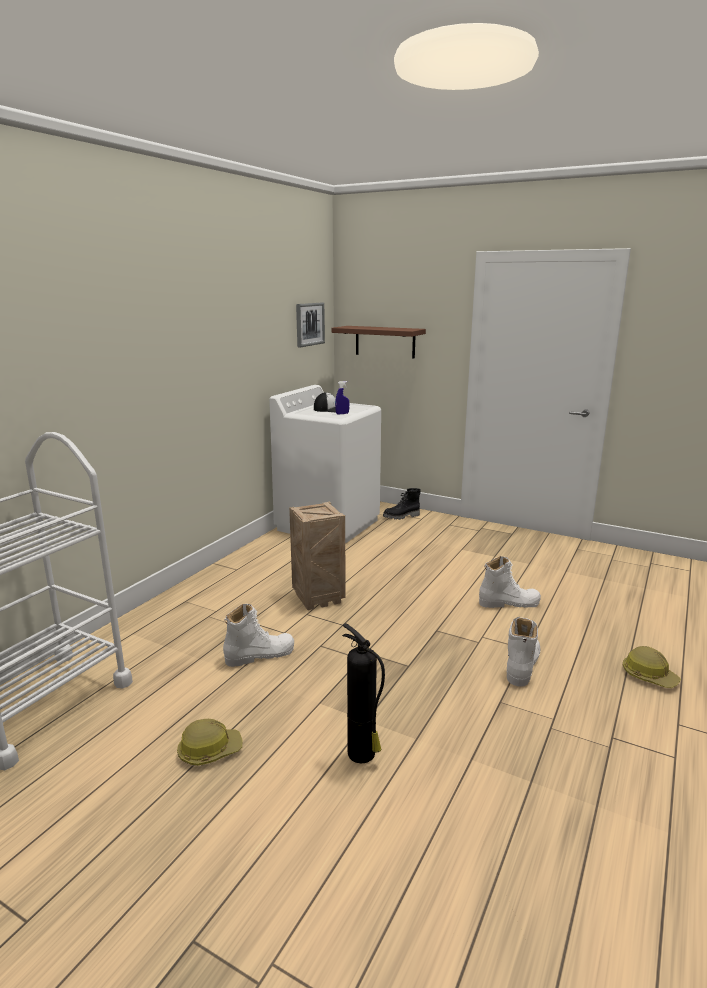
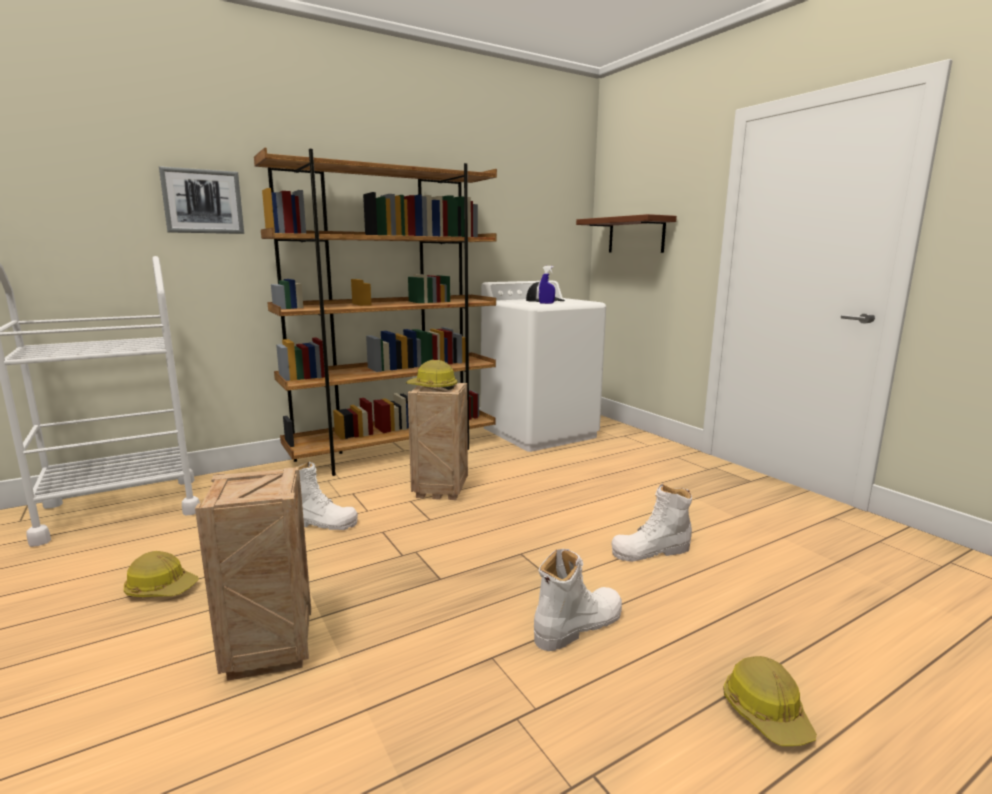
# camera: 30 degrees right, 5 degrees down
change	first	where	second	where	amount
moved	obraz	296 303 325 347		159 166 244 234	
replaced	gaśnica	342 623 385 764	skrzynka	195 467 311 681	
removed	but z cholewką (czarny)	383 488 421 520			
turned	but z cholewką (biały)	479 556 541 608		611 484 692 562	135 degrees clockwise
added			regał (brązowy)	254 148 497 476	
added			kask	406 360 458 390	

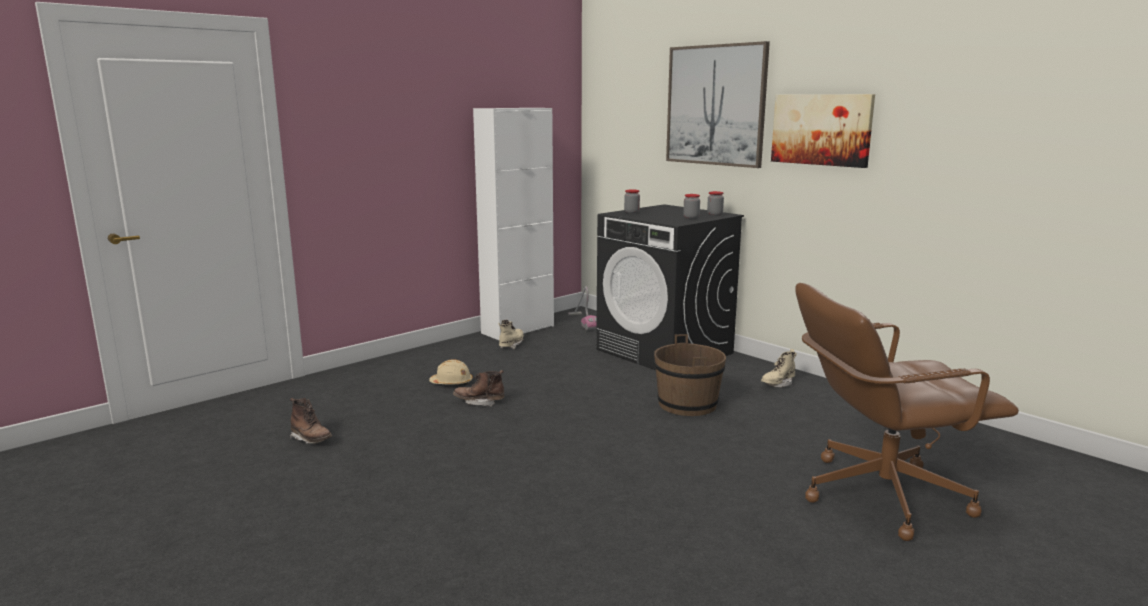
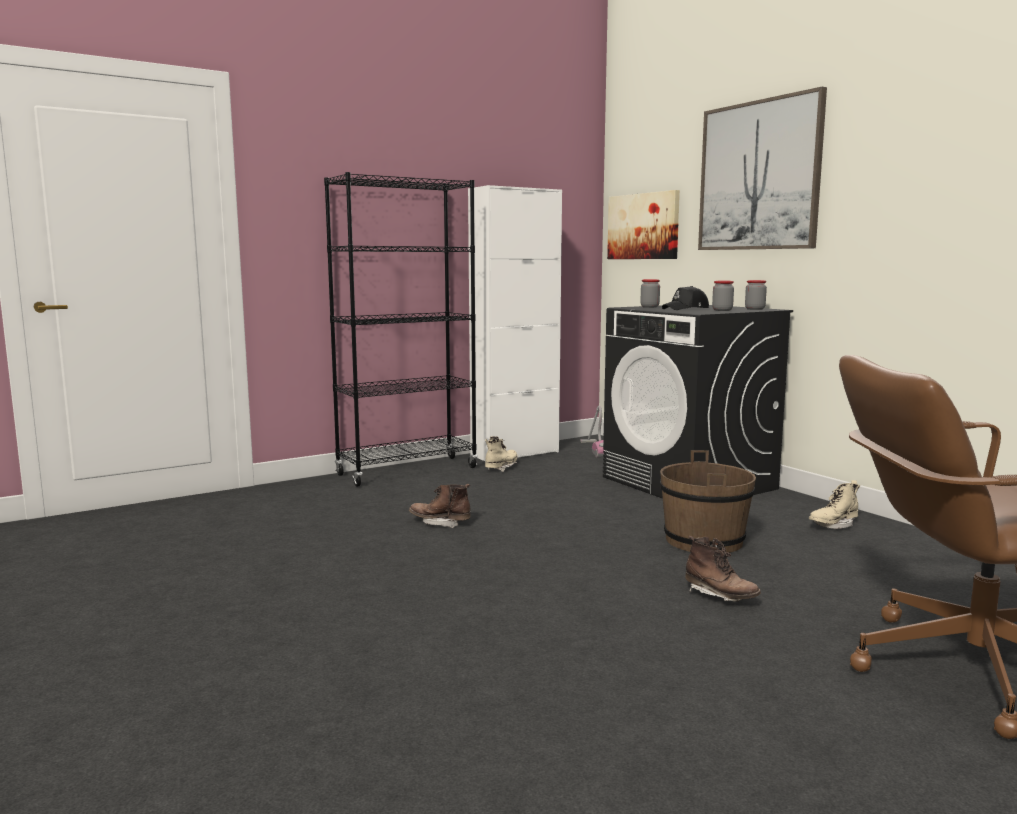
# camera: 10 degrees right, 5 degrees down
change	first	where	second	where	amount
moved	but z cholewką (brązowy)	290 398 332 444		685 536 761 602	
removed	kask (beżowy)	429 359 473 385			
moved	obraz	771 94 875 168		607 190 680 259	
added			regał (czarny)	324 172 478 487	
added			czapka z daszkiem (czarny)	662 286 709 310	

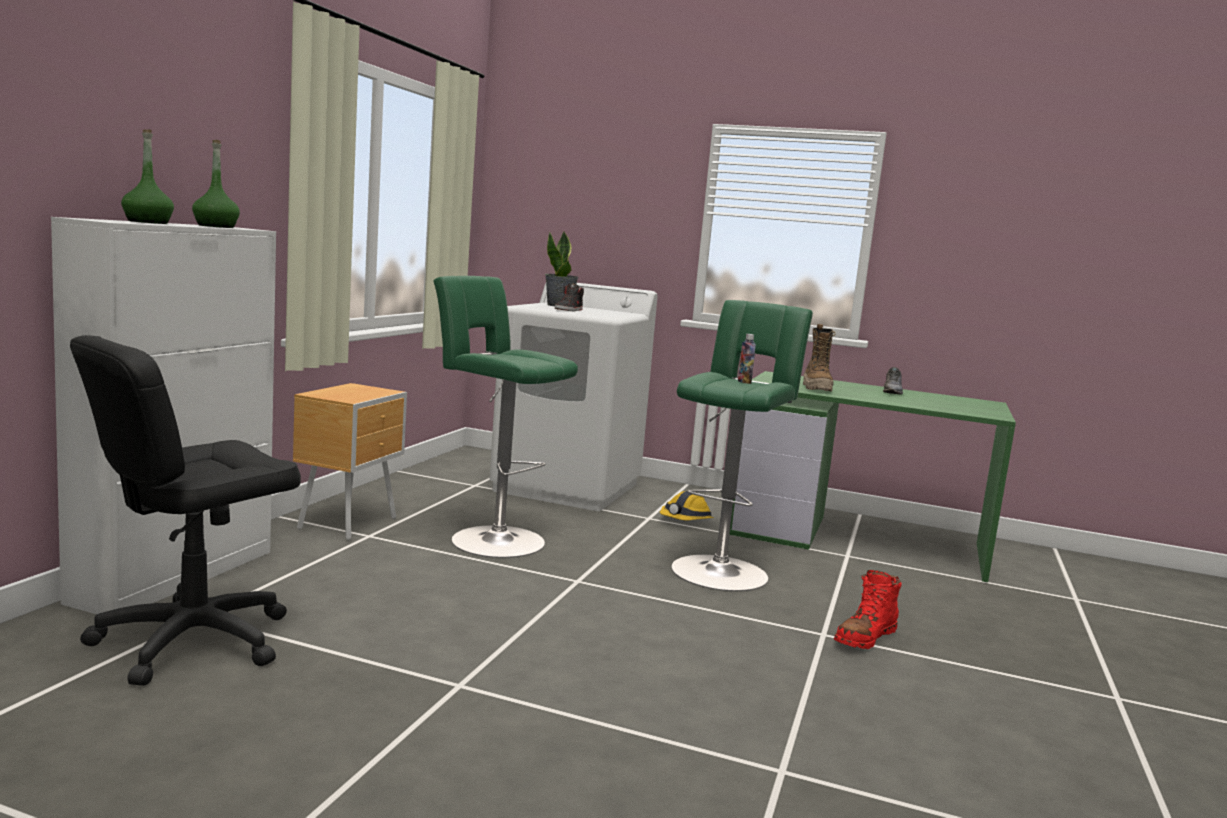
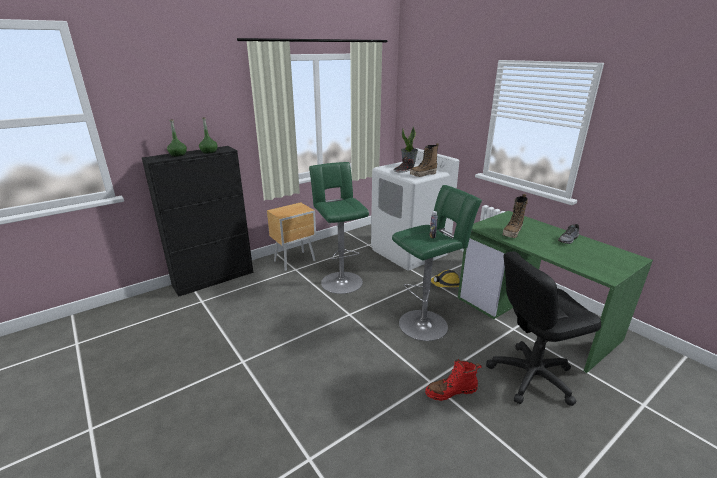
# camera: 35 degrees right, 15 degrees up
change	first	where	second	where	amount
recoloured	szafka (biały)	51 217 276 614	szafka (czarny)	142 146 253 297	
moved	krzesło biurowe (czarny)	70 335 301 686		486 251 601 406	
added			but z cholewką	410 143 439 177	

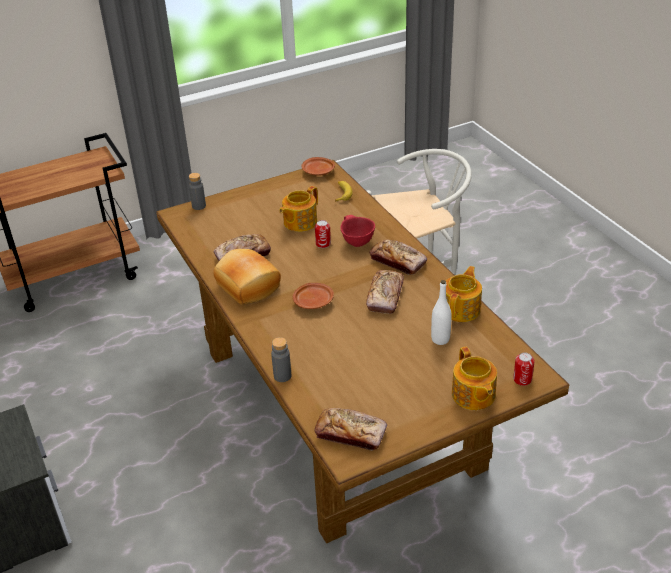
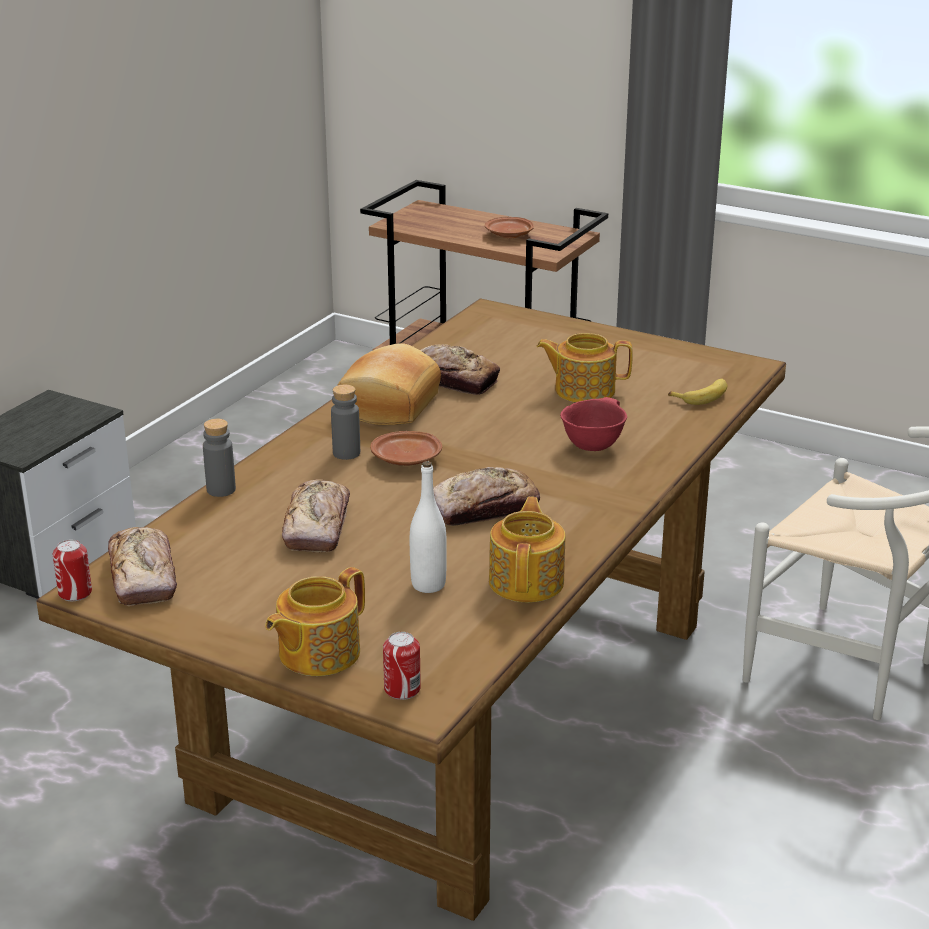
# camera: 55 degrees right, 10 degrees down
change	first	where	second	where	amount
moved	butelka (szary)	189 173 206 210		331 385 360 460	
moved	talerz (brązowy)	301 157 335 175		485 217 534 238	
moved	puszka	315 220 331 248		53 540 92 601	
moved	chleb	369 239 427 275		282 479 350 552	
turned	imbryk	446 266 482 322		489 497 566 602	75 degrees counterclockwise

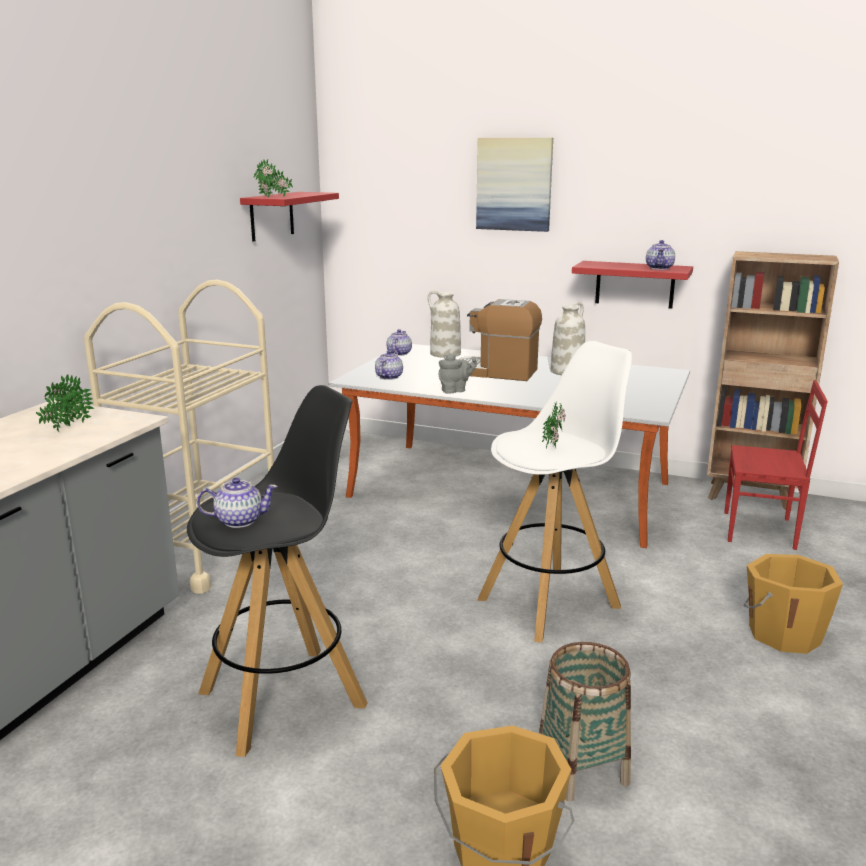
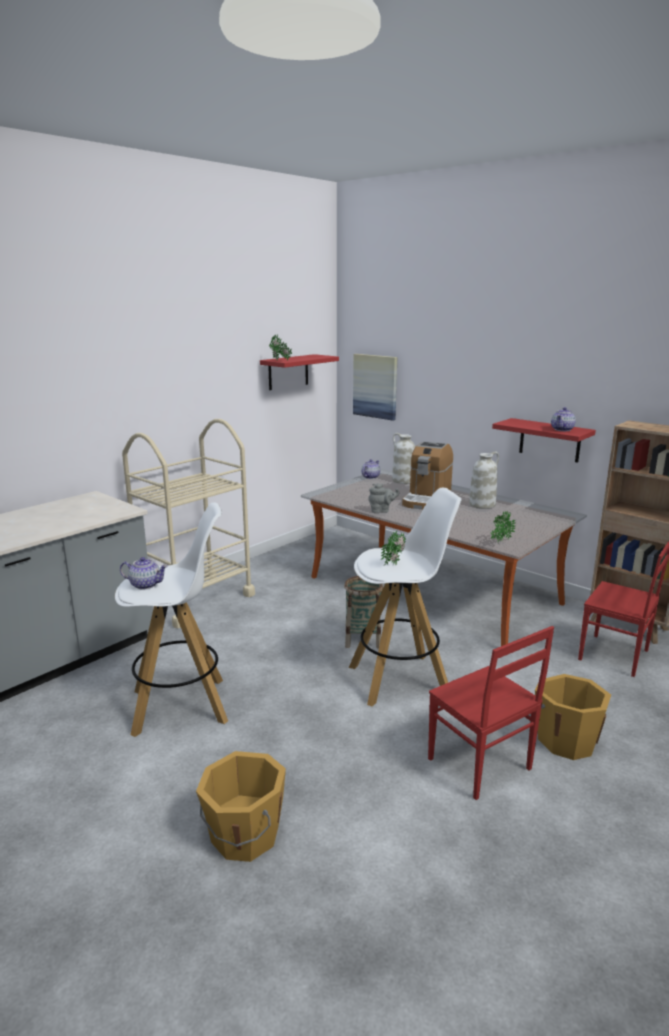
# camera: 20 degrees right, 0 degrees up
change	first	where	second	where	amount
moved	roślina doniczkowa	36 374 94 432		491 511 516 543	
recoloured	stołek (czarny)	187 385 367 757	stołek (biały)	115 502 228 737	
removed	imbryk	375 350 403 380			
turned	ekspres do kawy	459 299 542 381		402 441 453 510	105 degrees counterclockwise
moved	obraz	476 138 553 232		353 354 397 421	
moved	koszyk	539 642 631 801		344 576 383 648	
added			krzesło (czerwony)	428 626 554 800	

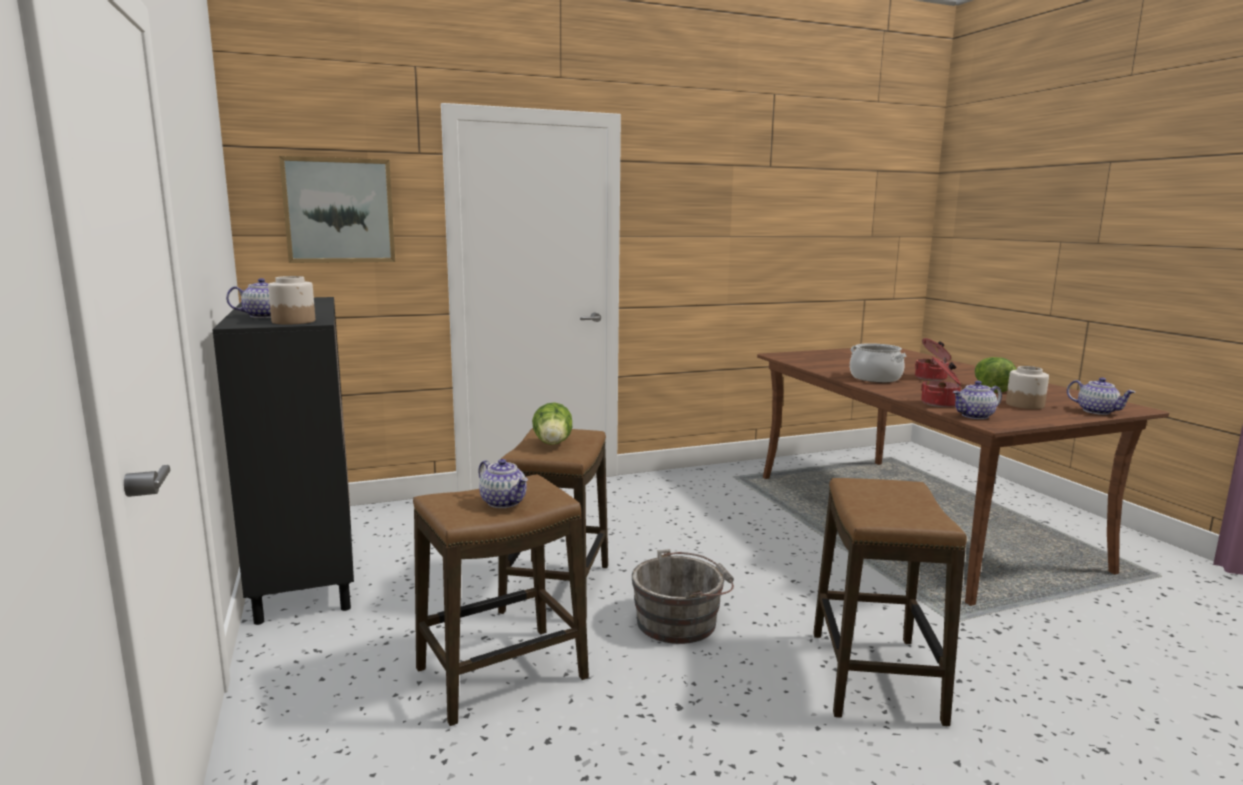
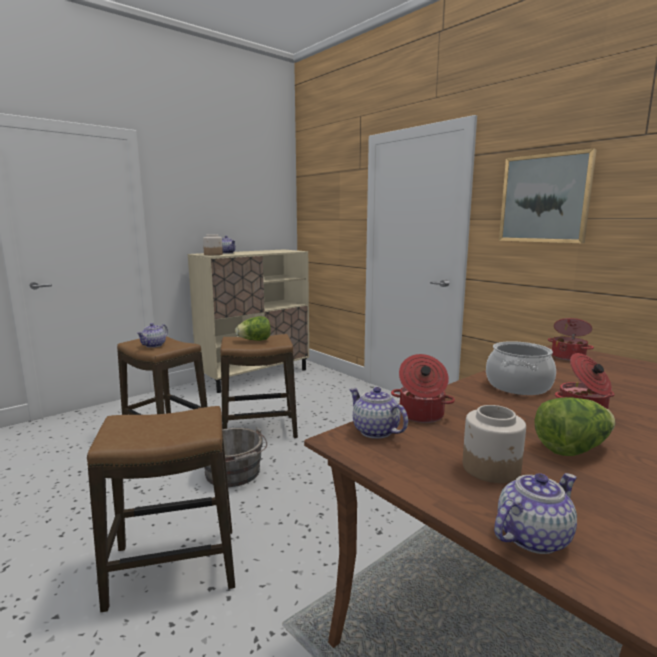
# camera: 70 degrees right, 0 degrees up
change	first	where	second	where	amount
recoloured	szafka (czarny)	212 297 354 625	szafka (beżowy)	188 249 309 393	
moved	obraz	279 156 395 263		499 149 597 243	
turned	imbryk	1067 377 1135 415		494 473 577 554	150 degrees counterclockwise
added			garnek	548 318 594 361	

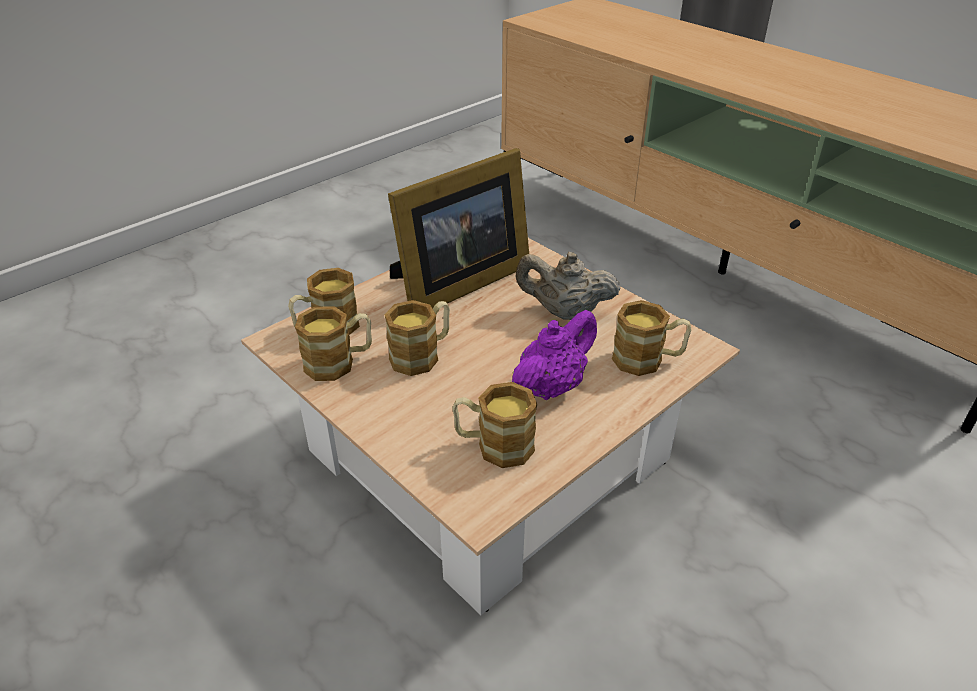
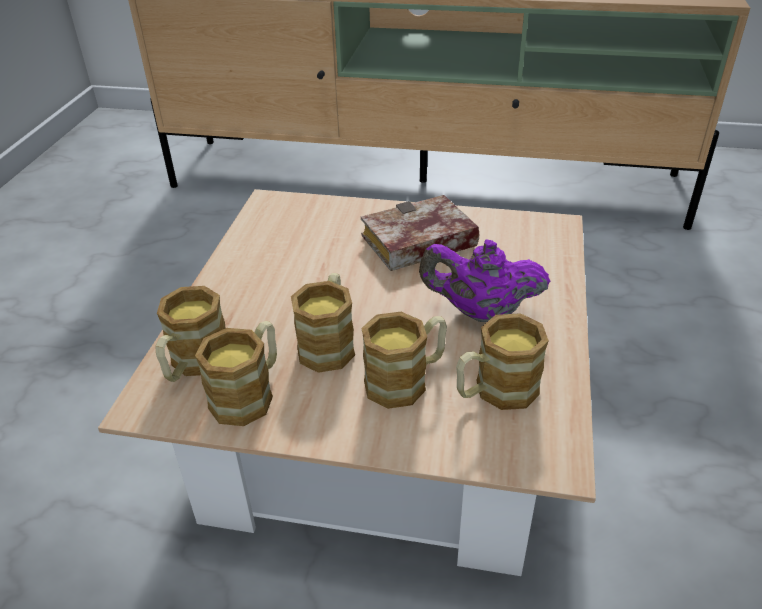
# camera: 35 degrees left, 0 degrees up
change	first	where	second	where	amount
removed	ramka na zdjęcie	388 148 529 309			
turned	imbryk (fioletowy)	512 310 597 400		419 239 550 322	90 degrees counterclockwise
replaced	imbryk (beżowy)	516 252 621 320	książka	361 195 479 271	
moved	kubek	612 300 691 376		361 312 447 409	

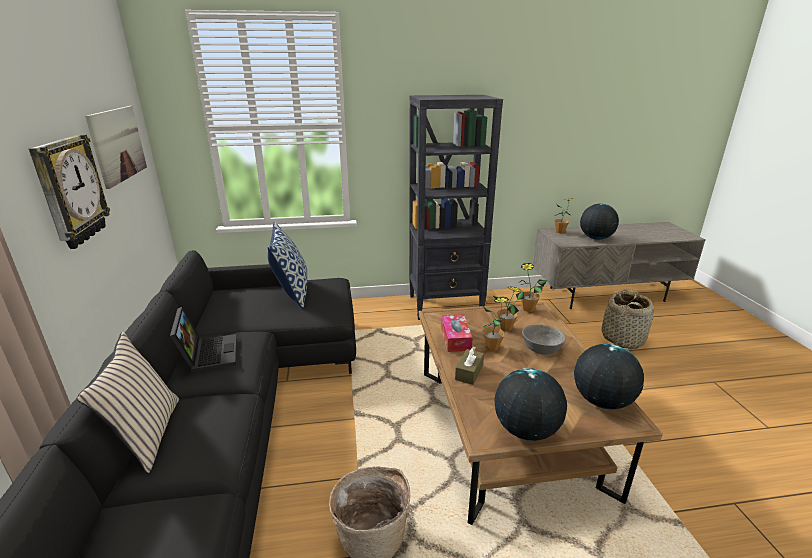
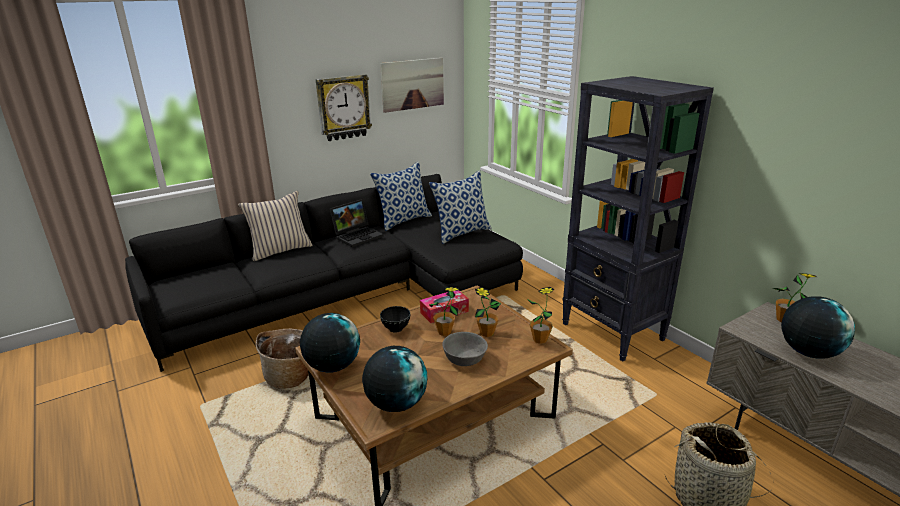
# camera: 65 degrees right, 0 degrees up
change	first	where	second	where	amount
replaced	pudełko chusteczek (brązowy)	455 346 484 385	miska (czarny)	380 306 410 333	
added			poduszka	370 161 432 231	

